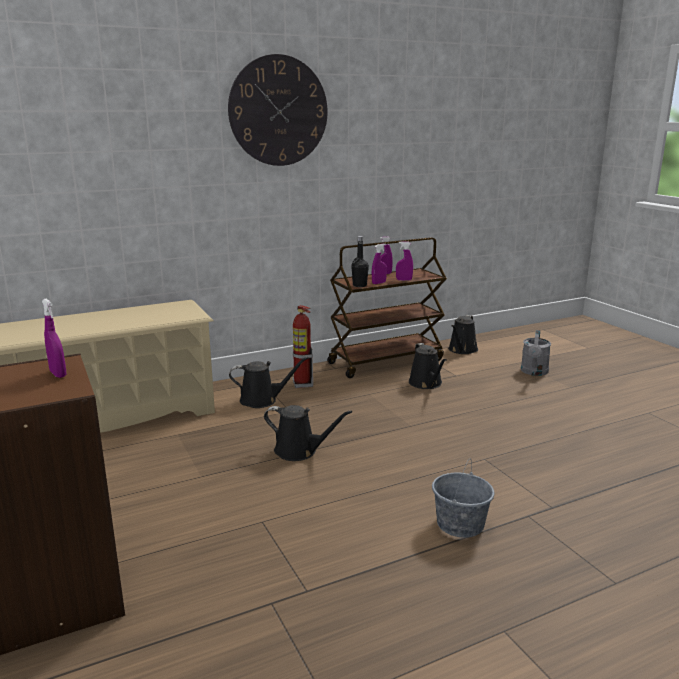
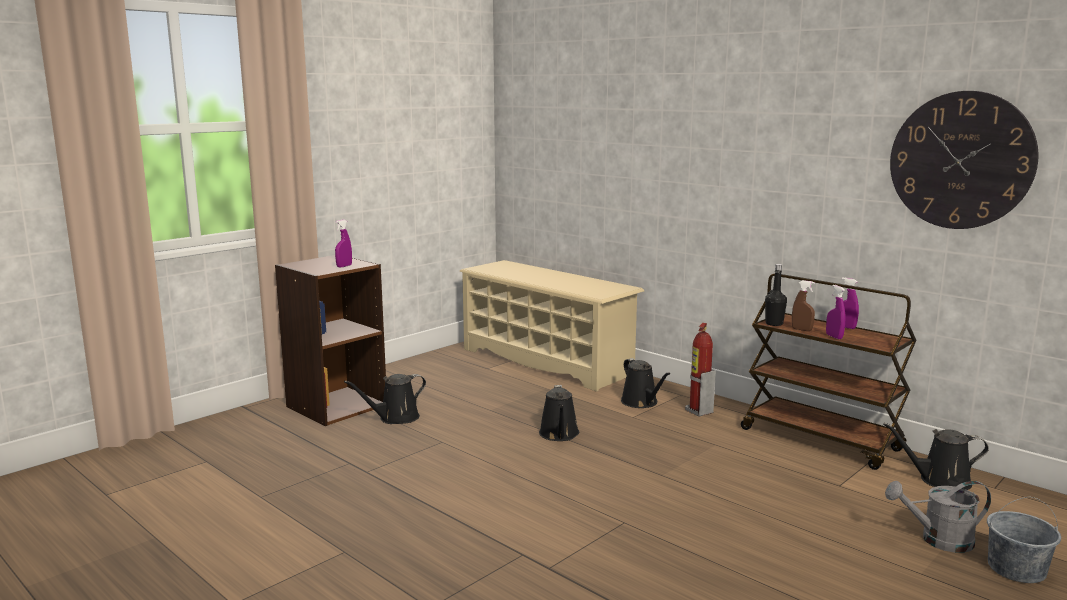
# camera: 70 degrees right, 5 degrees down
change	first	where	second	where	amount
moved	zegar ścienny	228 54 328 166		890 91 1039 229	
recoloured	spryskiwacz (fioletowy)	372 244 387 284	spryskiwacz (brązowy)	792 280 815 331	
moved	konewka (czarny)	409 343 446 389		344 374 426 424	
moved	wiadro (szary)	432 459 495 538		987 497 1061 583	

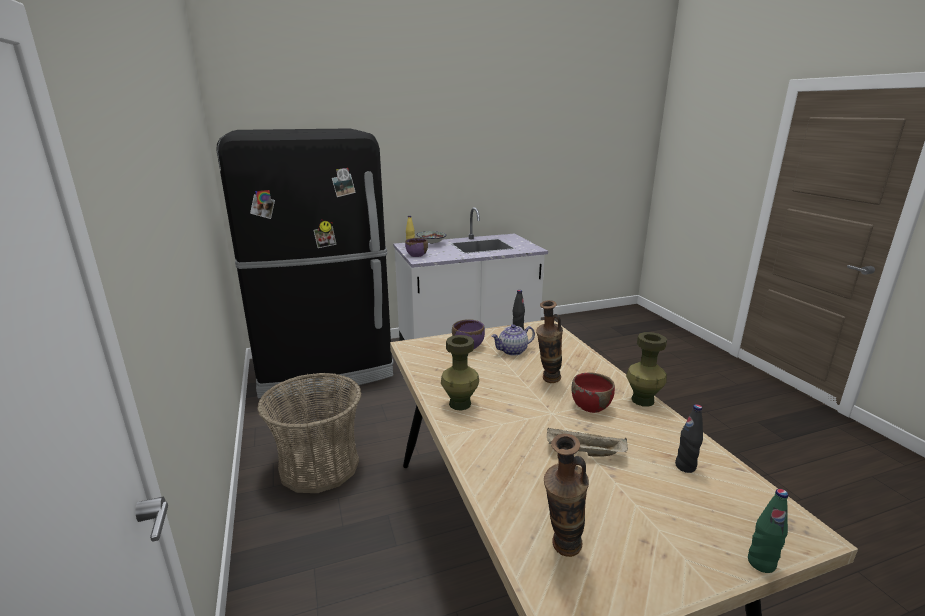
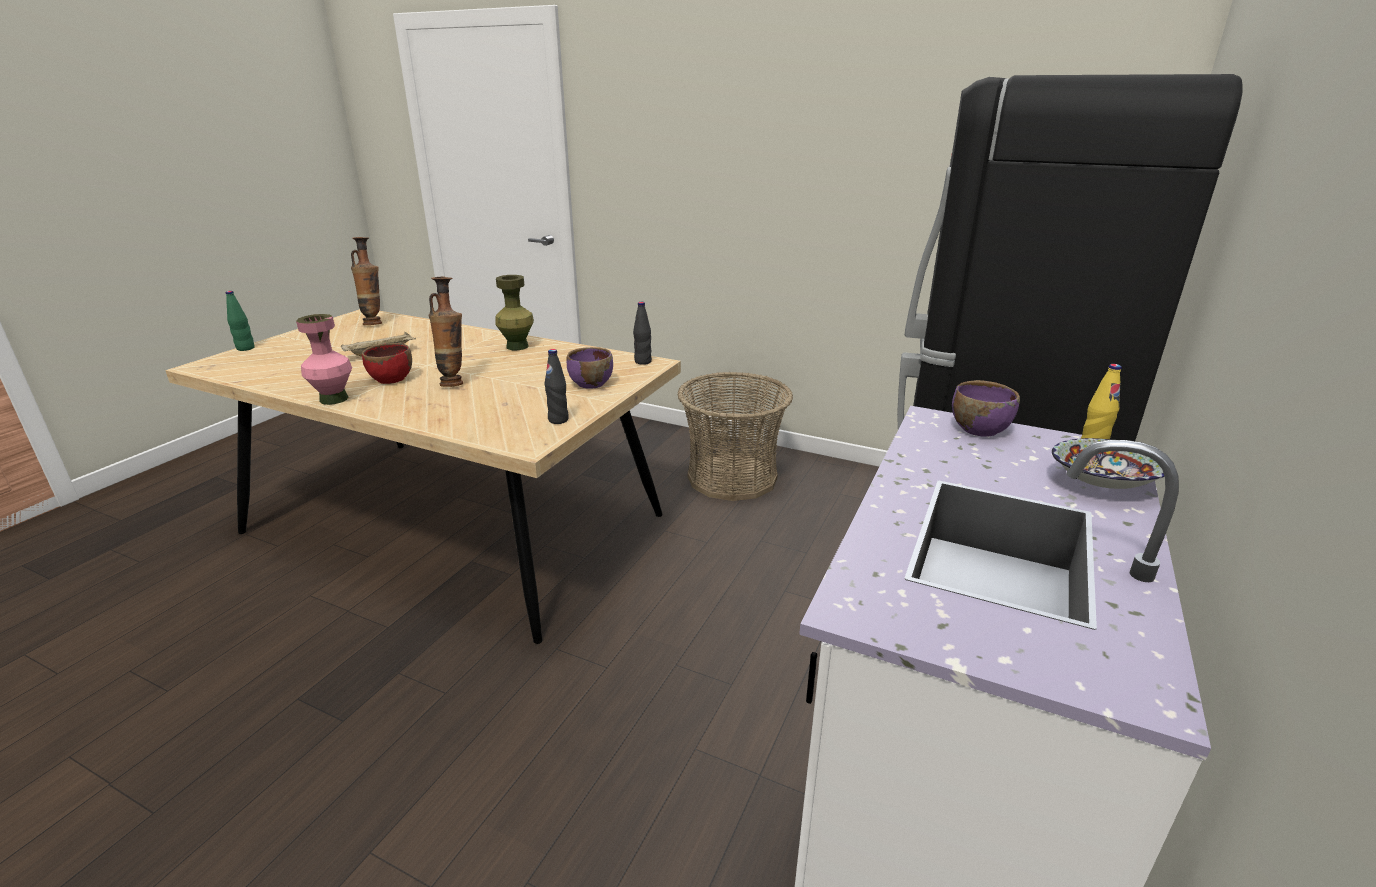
# camera: 135 degrees right, 5 degrees up
change	first	where	second	where	amount
removed	imbryk	491 324 535 356			
recoloured	wazon (zielony)	626 332 667 407	wazon (różowy)	296 314 352 405	
moved	butelka (czarny)	675 404 703 473		633 302 652 365	

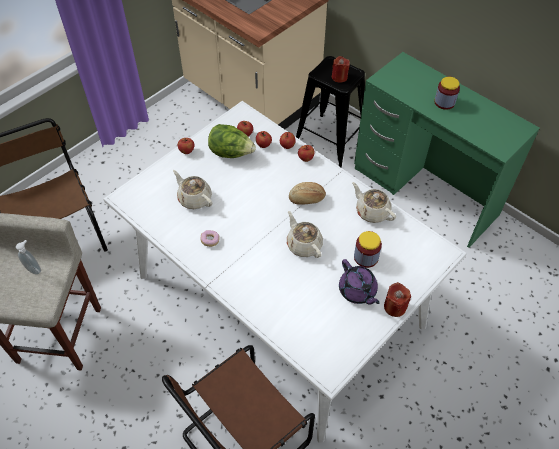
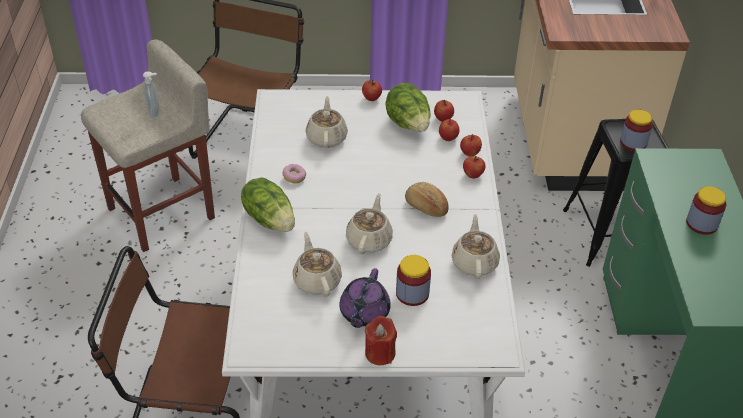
# camera: 45 degrees right, 10 degrees down
change	first	where	second	where	amount
replaced	świeca (czerwony)	332 56 350 83	słoik	620 110 653 151	
added			sałata	241 177 295 232	
added			imbryk (beżowy)	293 232 342 297	

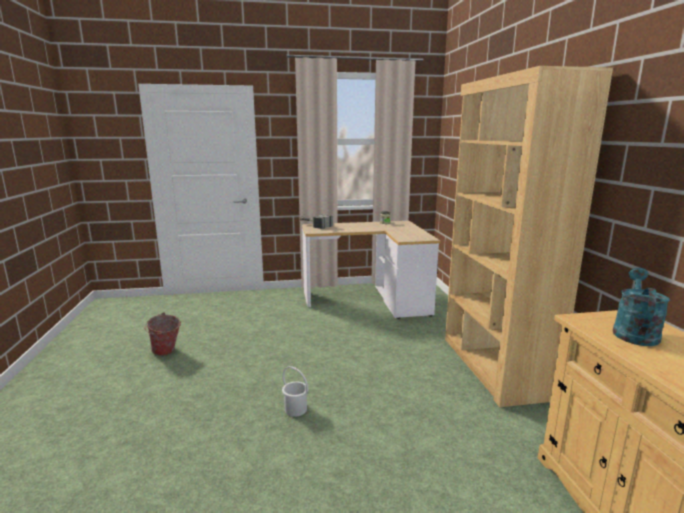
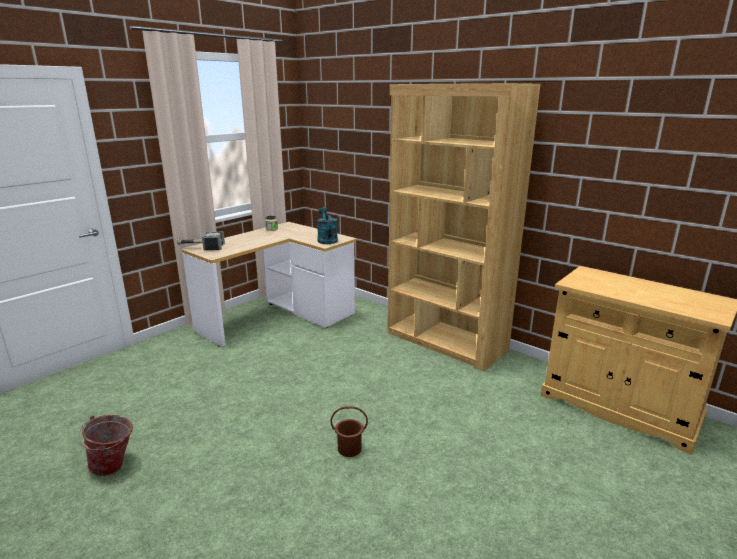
# camera: 40 degrees left, 5 degrees up
change	first	where	second	where	amount
recoloured	wiadro (biały)	282 366 308 417	wiadro (brązowy)	330 406 368 457	
moved	konewka (turkusowy)	613 268 670 346		317 207 338 244	

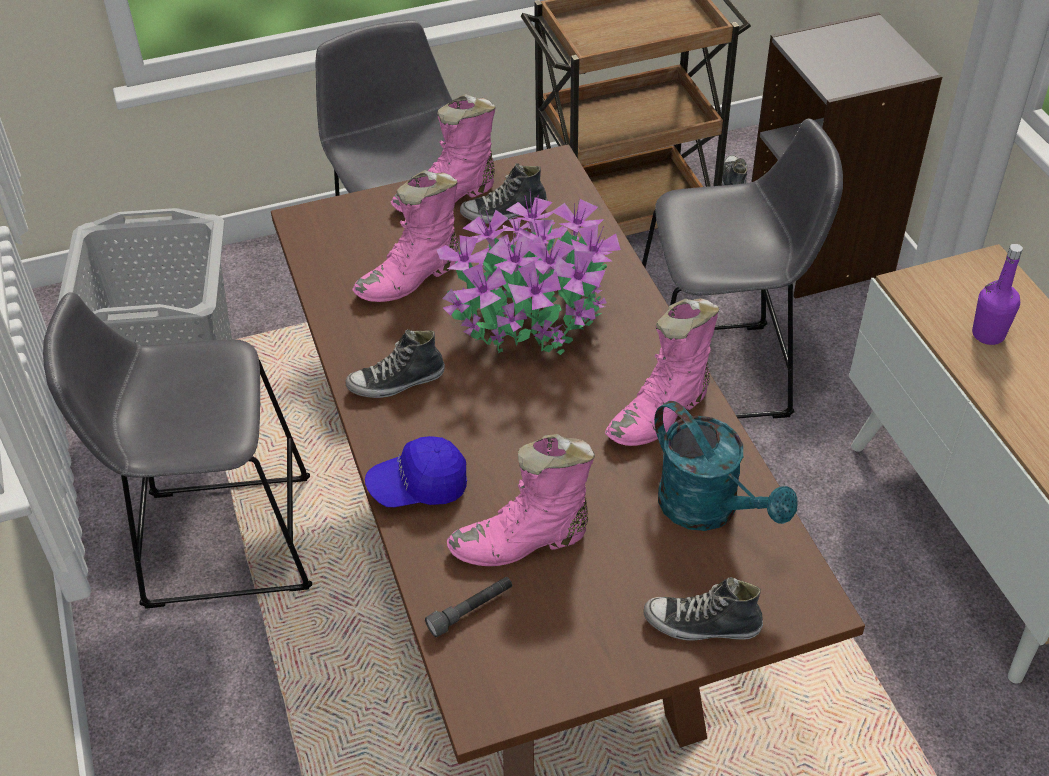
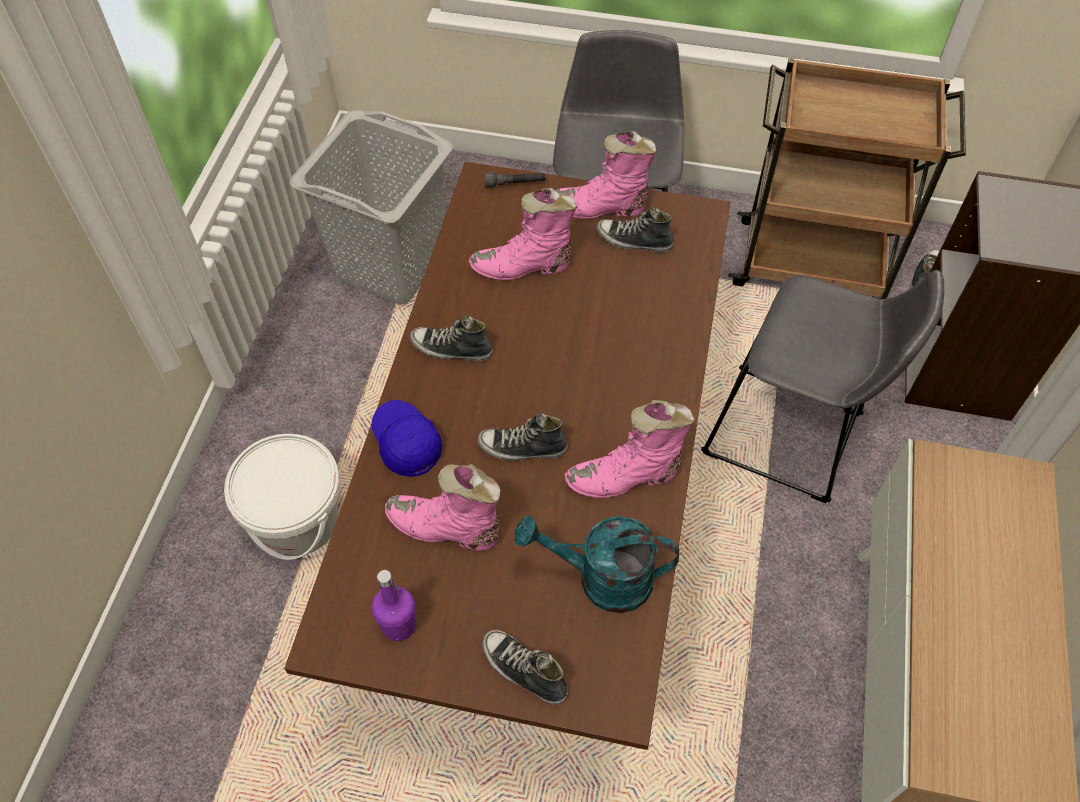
# camera: 30 degrees right, 10 degrees up
change	first	where	second	where	amount
removed	stołek (szary)	43 292 312 609			
turned	czapka z daszkiem (niebieski)	365 436 467 507		371 400 443 477	45 degrees clockwise
moved	latarka (szary)	425 577 512 637		484 172 545 188	
removed	roślina doniczkowa	437 192 621 355			
turned	konewka (turkusowy)	654 401 797 531		515 515 679 613	105 degrees clockwise
moved	butelka (fioletowy)	972 244 1023 345		371 570 416 641	
added			wiadro (biały)	224 434 341 560	
added			but	477 413 568 461	

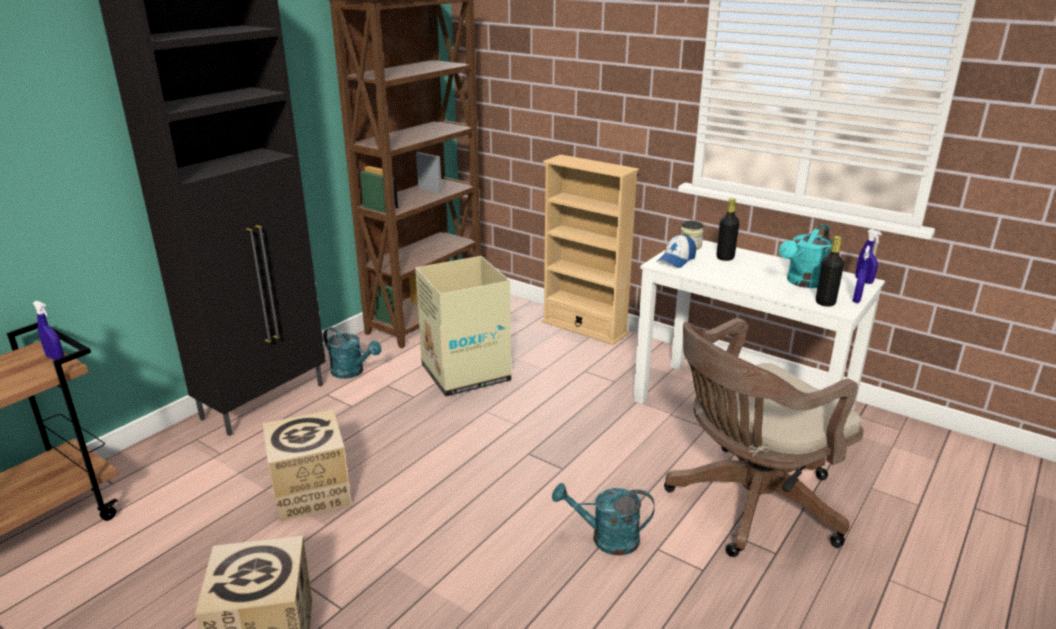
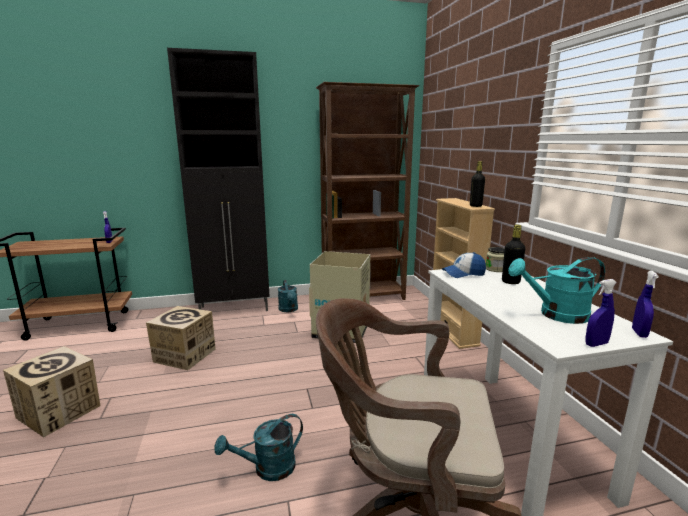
# camera: 40 degrees right, 10 degrees down
change	first	where	second	where	amount
turned	konewka (turkusowy)	552 483 654 556		215 414 303 481	75 degrees counterclockwise
moved	butelka (czarny)	816 236 844 307		470 161 485 207	

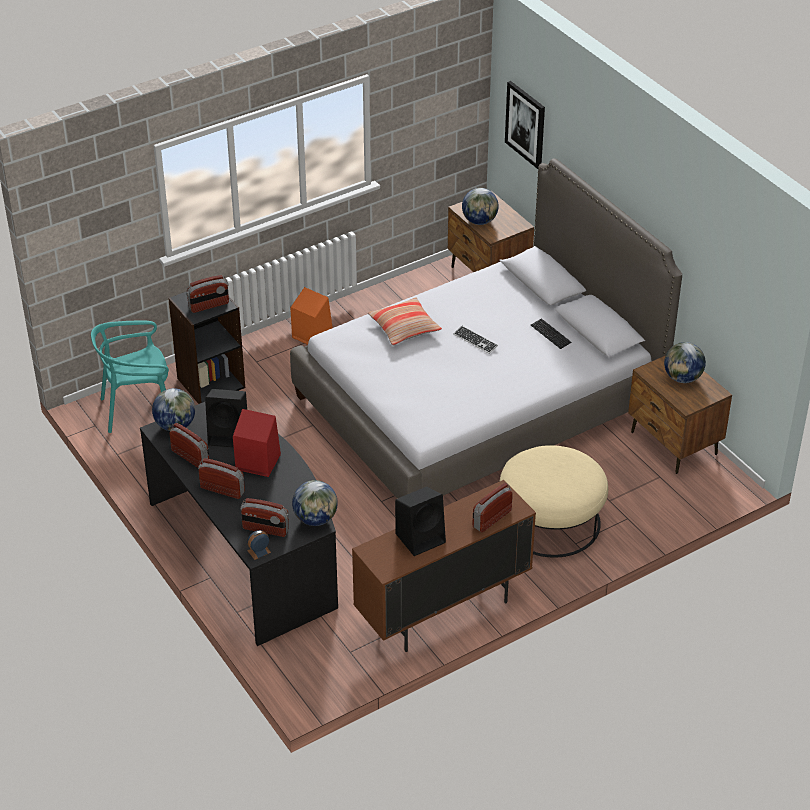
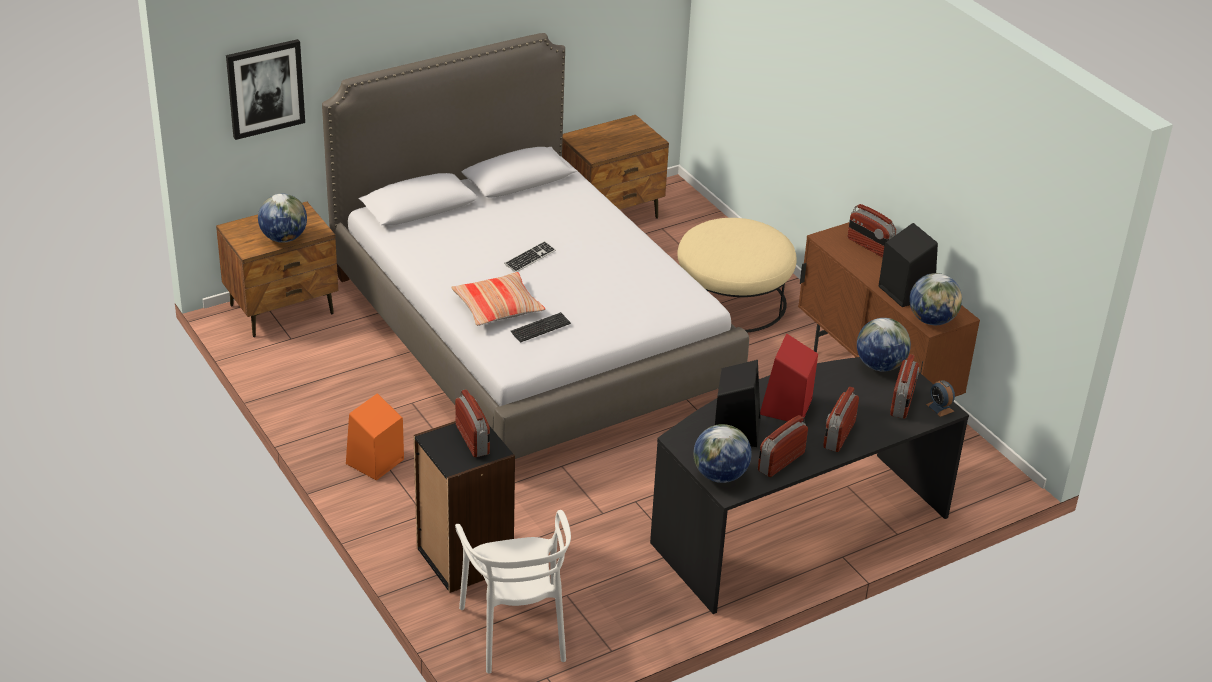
# camera: 90 degrees left, 5 degrees down
change	first	where	second	where	amount
recoloured	krzesło (turkusowy)	91 320 169 433	krzesło (biały)	455 510 571 674	
moved	klawiatura	531 319 571 349		511 312 571 343	
moved	globus	664 342 706 383		909 273 962 325	

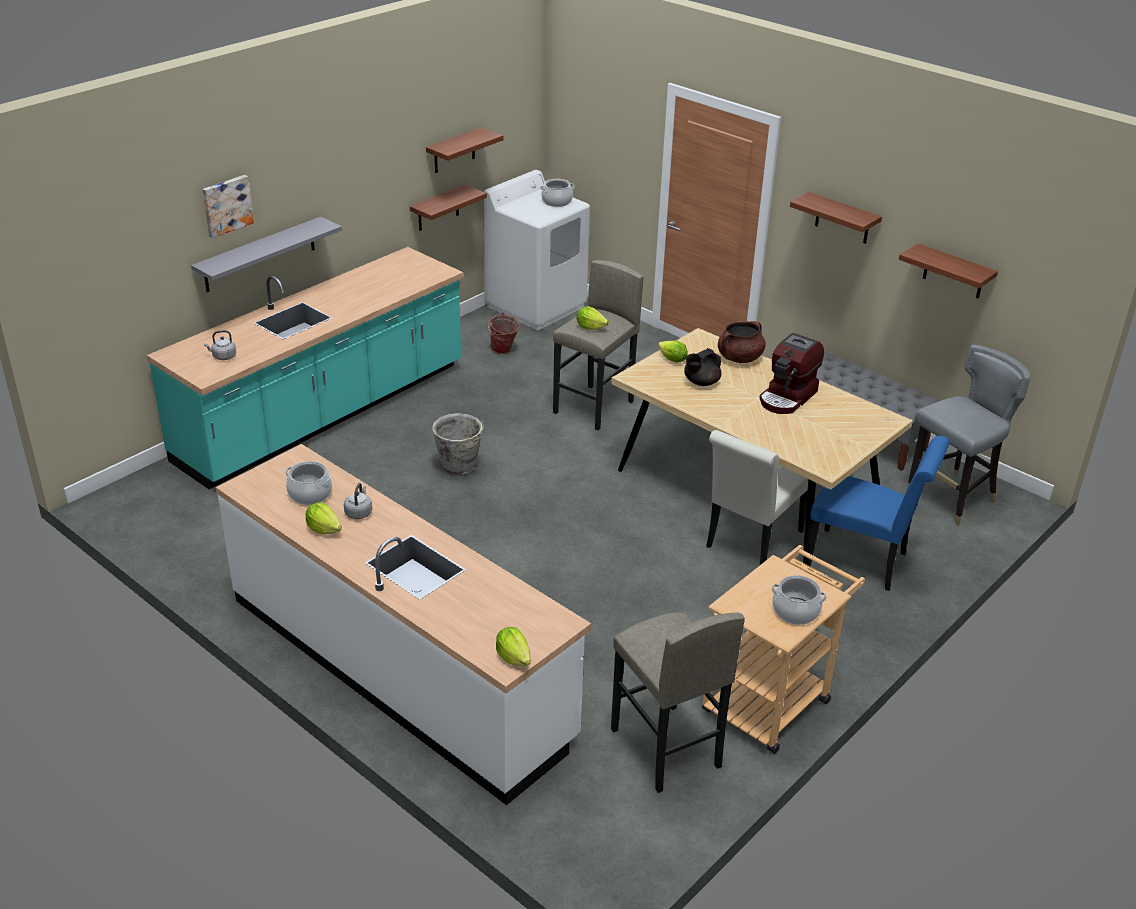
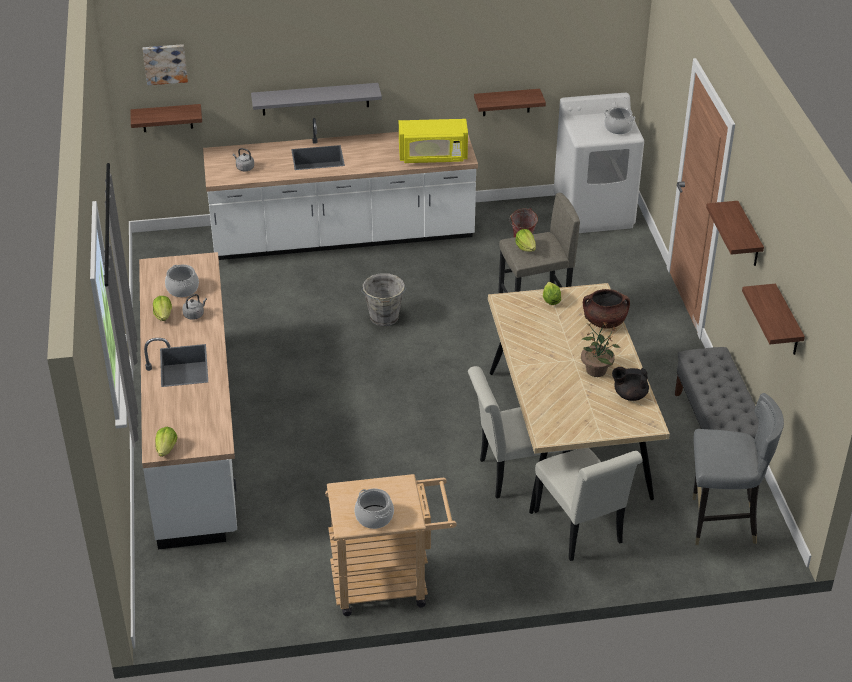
# camera: 40 degrees right, 5 degrees up
change	first	where	second	where	amount
recoloured	zabudowa kuchenna (turkusowy)	147 247 463 489	zabudowa kuchenna (biały)	203 118 478 260	
moved	obraz	202 175 254 238		143 44 188 85	
moved	półka	426 127 503 173		131 104 202 132	
removed	stołek (szary)	611 613 745 793			
moved	imbryk (czarny)	684 348 721 386		612 367 649 401	
replaced	ekspres do kawy	759 333 824 414	roślina doniczkowa	581 322 620 377	
recoloured	krzesło (niebieski)	809 436 950 591	krzesło (biały)	534 448 643 561	
added			mikrofalówka (żółty)	399 119 468 163	

